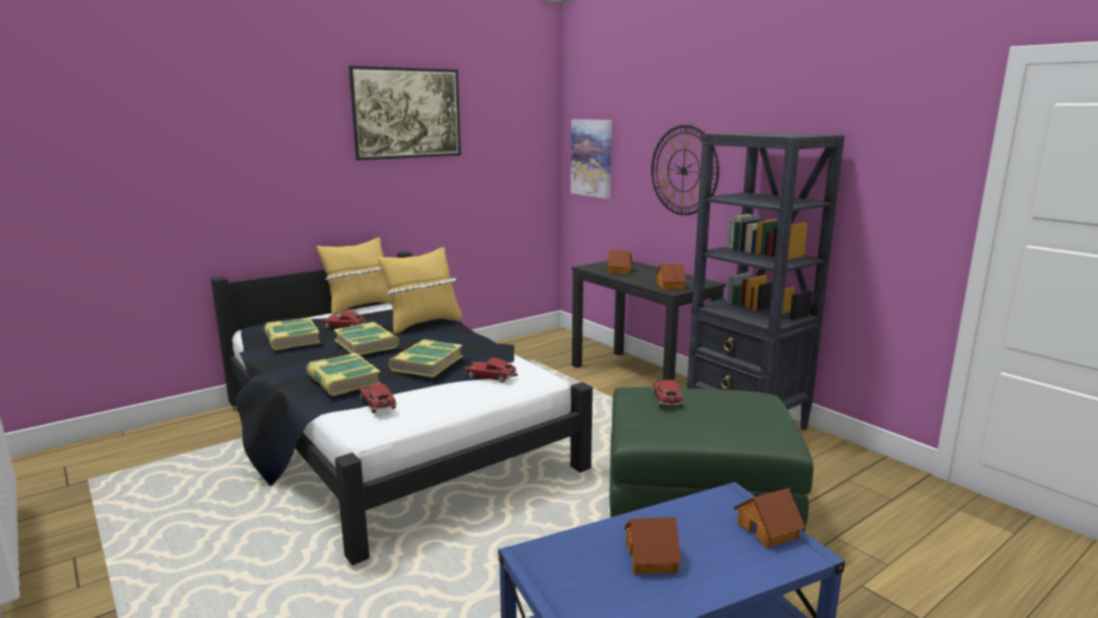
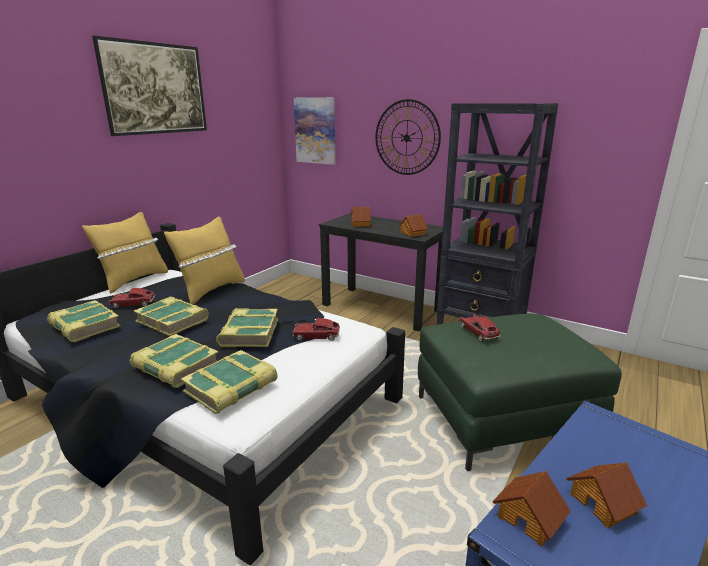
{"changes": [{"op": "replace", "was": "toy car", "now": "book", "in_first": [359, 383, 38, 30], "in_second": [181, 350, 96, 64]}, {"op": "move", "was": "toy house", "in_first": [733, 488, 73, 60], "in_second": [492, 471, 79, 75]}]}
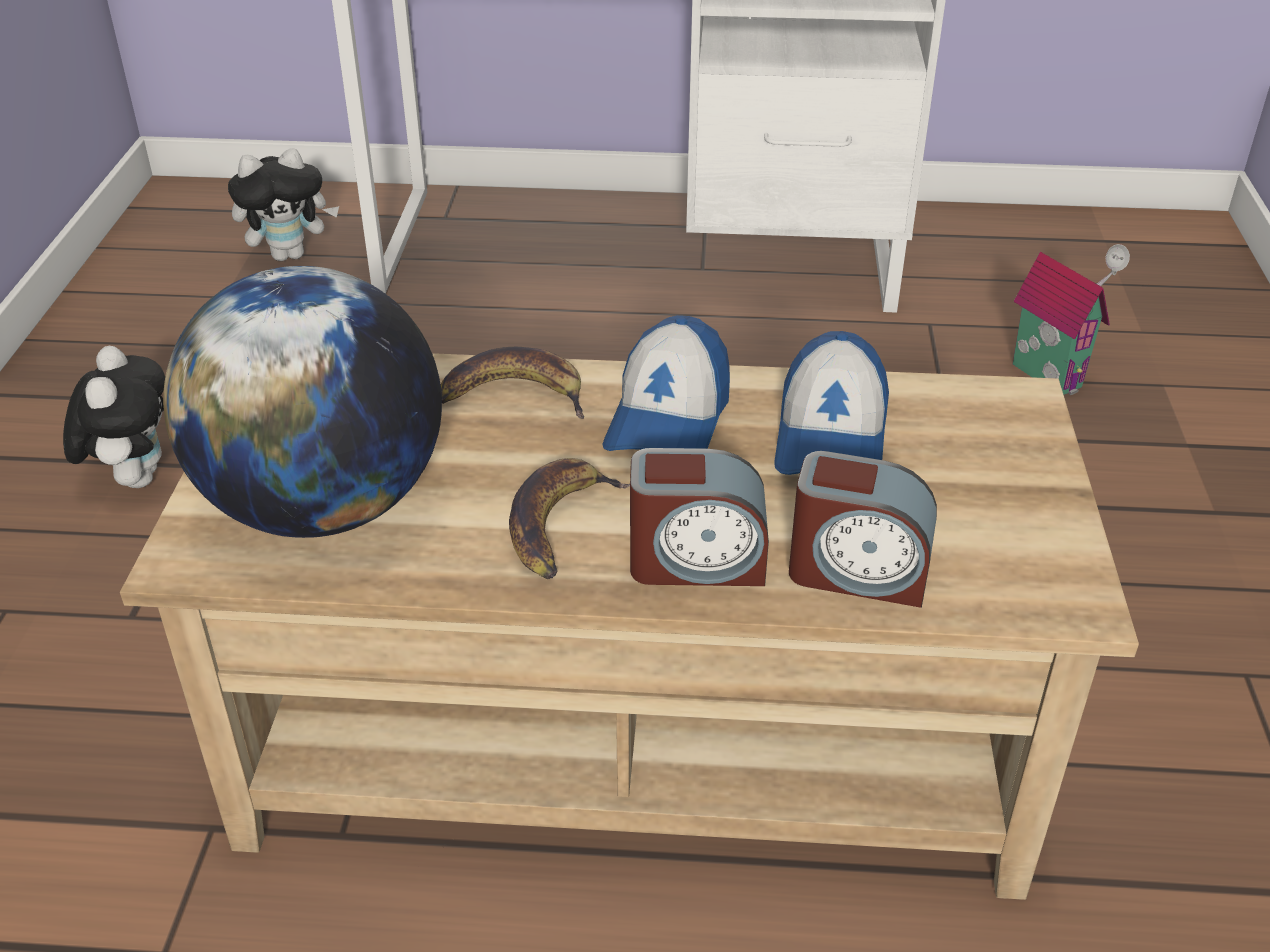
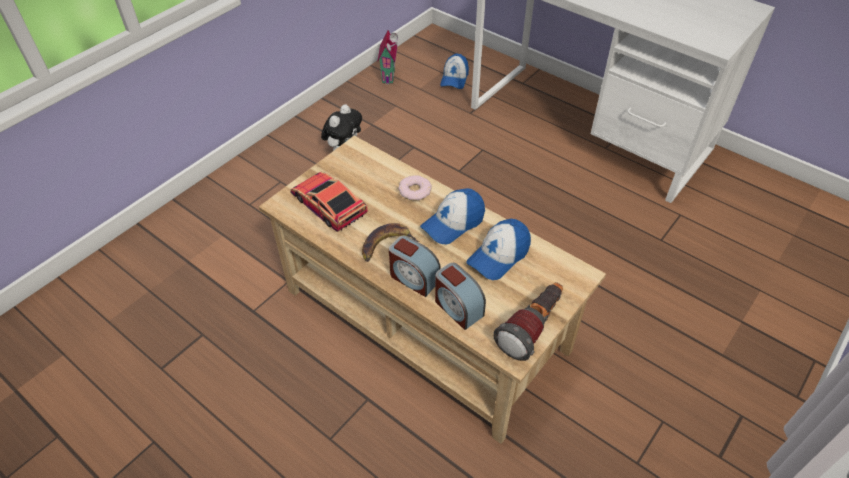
{"changes": [{"op": "replace", "was": "globe", "now": "toy car", "in_first": [163, 266, 279, 272], "in_second": [290, 172, 78, 60]}, {"op": "move", "was": "toy house", "in_first": [1013, 244, 117, 151], "in_second": [377, 30, 21, 54]}, {"op": "replace", "was": "banana", "now": "donut", "in_first": [441, 347, 143, 72], "in_second": [398, 175, 34, 26]}, {"op": "replace", "was": "plush toy", "now": "cap", "in_first": [228, 148, 111, 113], "in_second": [440, 54, 29, 35]}, {"op": "insert", "now": "flashlight", "in_second": [493, 282, 70, 79]}]}
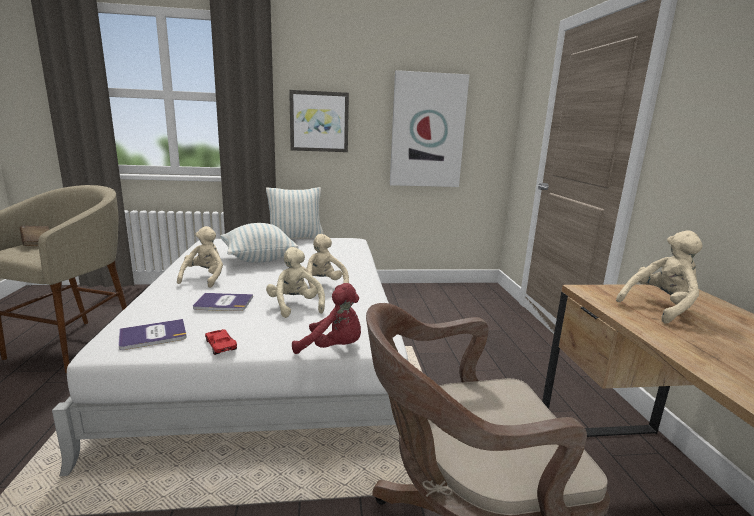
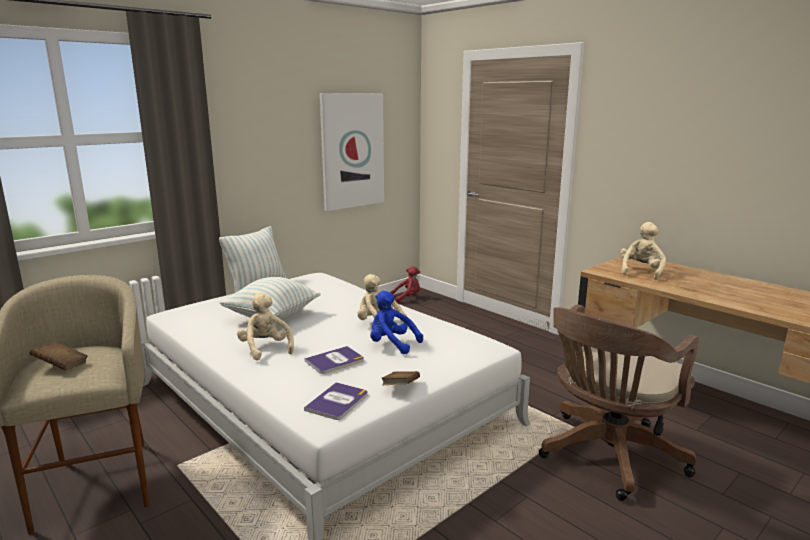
{"changes": [{"op": "recolor", "was": "beige plush toy", "now": "blue plush toy", "in_first": [266, 247, 59, 71], "in_second": [370, 291, 53, 63]}, {"op": "replace", "was": "red toy car", "now": "brown book", "in_first": [205, 329, 32, 26], "in_second": [381, 371, 39, 14]}, {"op": "move", "was": "red plush toy", "in_first": [292, 283, 69, 71], "in_second": [390, 266, 30, 37]}, {"op": "delete", "was": "picture", "in_first": [289, 90, 60, 62]}]}
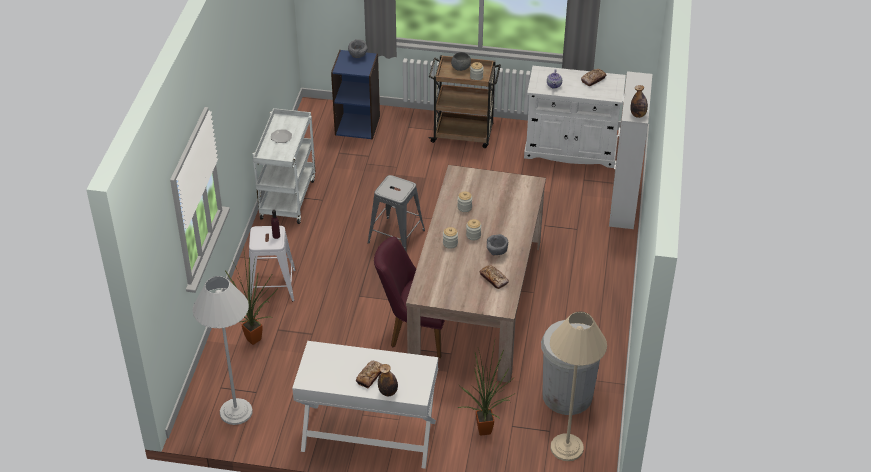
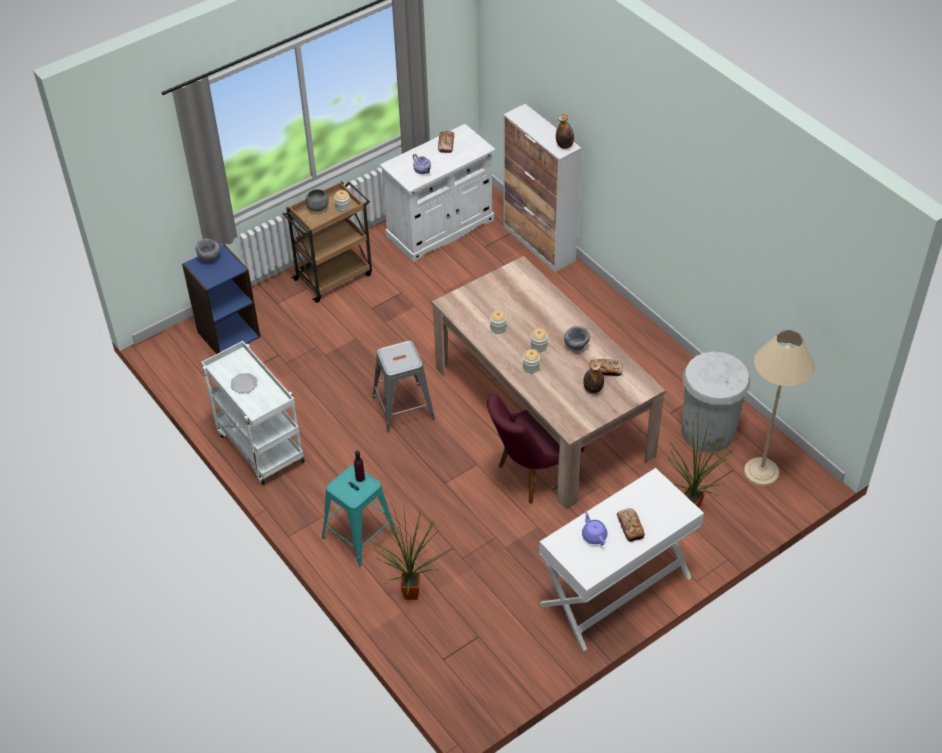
{"changes": [{"op": "recolor", "was": "white stool", "now": "turquoise stool", "in_first": [249, 226, 47, 75], "in_second": [322, 465, 75, 101]}, {"op": "insert", "now": "purple teapot", "in_second": [582, 511, 25, 34]}, {"op": "move", "was": "bottle", "in_first": [378, 364, 20, 32], "in_second": [583, 361, 21, 33]}, {"op": "delete", "was": "white floor lamp", "in_first": [192, 276, 61, 149]}]}
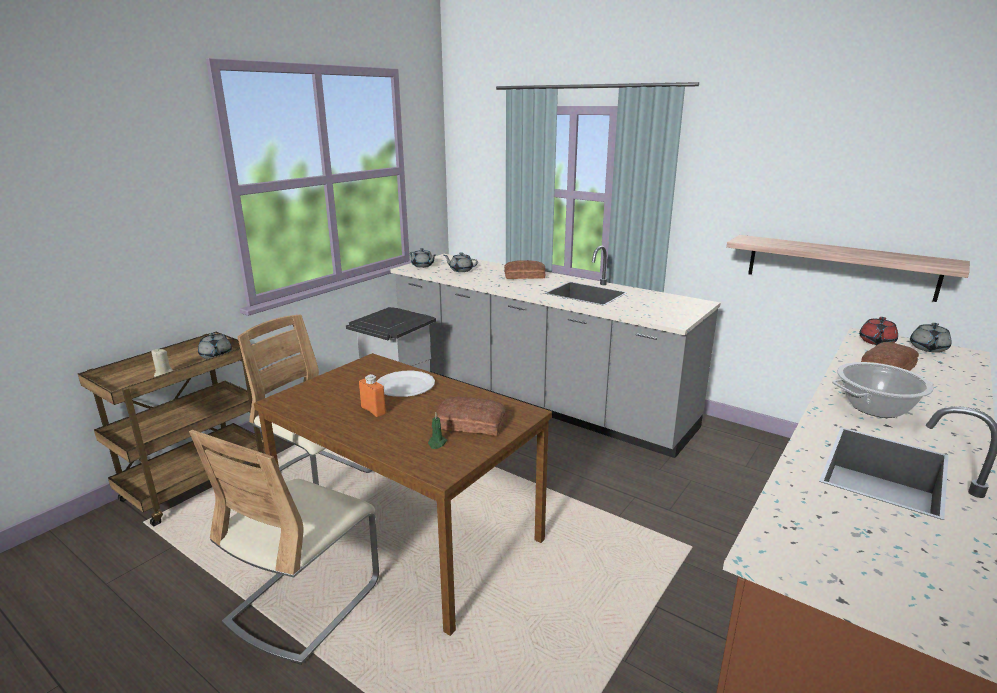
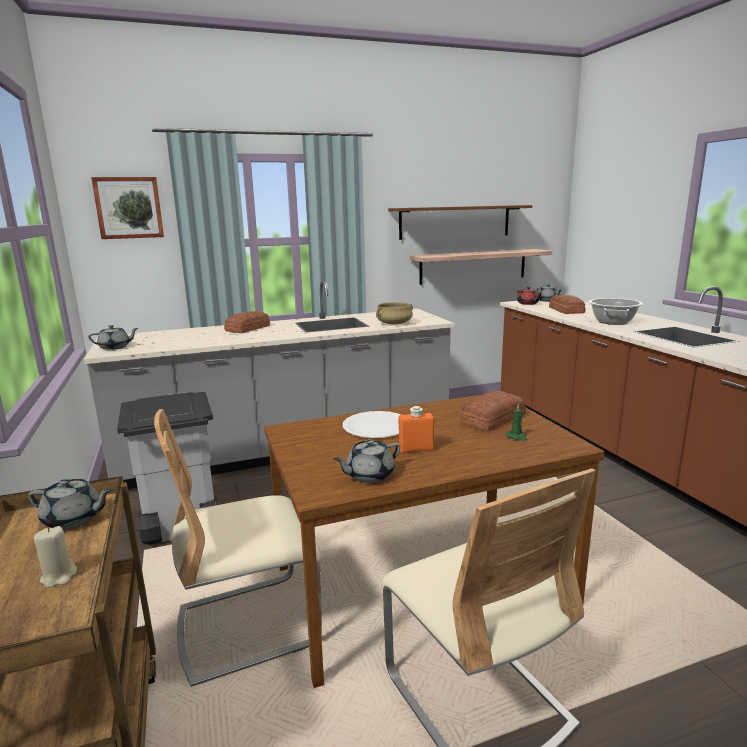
{"changes": [{"op": "insert", "now": "picture", "in_second": [91, 177, 73, 62]}, {"op": "move", "was": "grey teapot", "in_first": [444, 252, 34, 20], "in_second": [334, 439, 66, 44]}, {"op": "insert", "now": "beige cooking pot", "in_second": [376, 302, 37, 22]}, {"op": "insert", "now": "brown shelf", "in_second": [388, 205, 144, 35]}]}
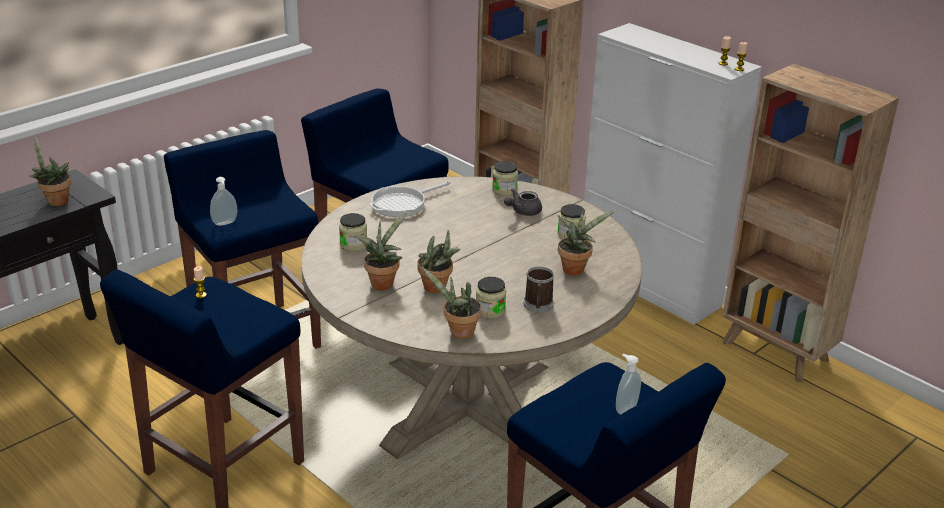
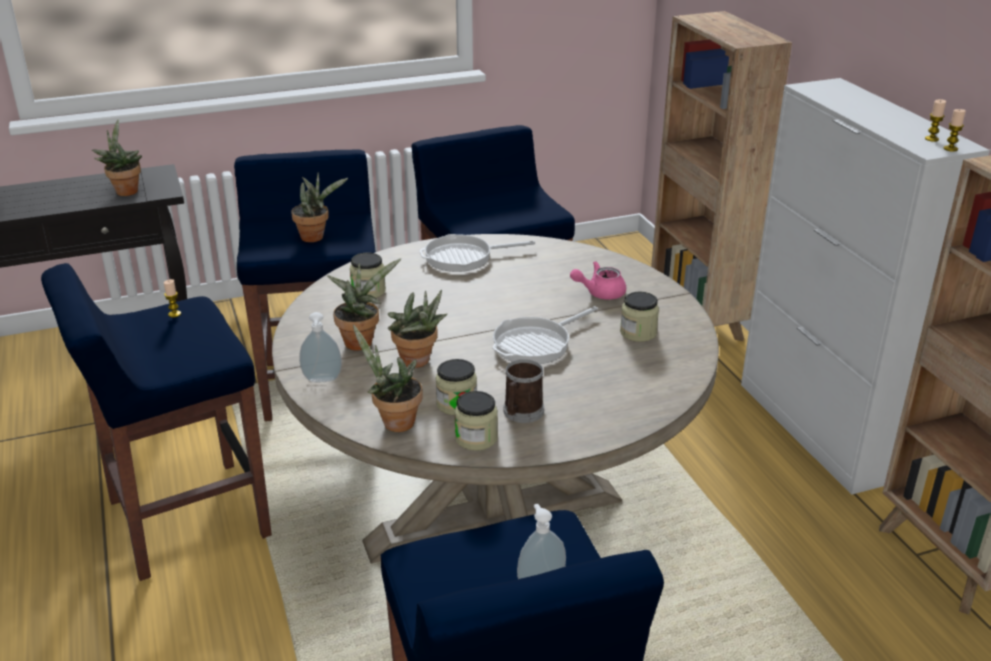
{"changes": [{"op": "move", "was": "potted plant", "in_first": [557, 209, 59, 66], "in_second": [291, 172, 57, 70]}, {"op": "move", "was": "soap dispenser", "in_first": [210, 177, 27, 49], "in_second": [299, 312, 43, 70]}, {"op": "move", "was": "jar", "in_first": [492, 161, 26, 35], "in_second": [454, 391, 44, 60]}, {"op": "insert", "now": "frying pan", "in_second": [492, 306, 106, 58]}, {"op": "recolor", "was": "grey teapot", "now": "pink teapot", "in_first": [504, 189, 38, 27], "in_second": [570, 261, 56, 39]}]}
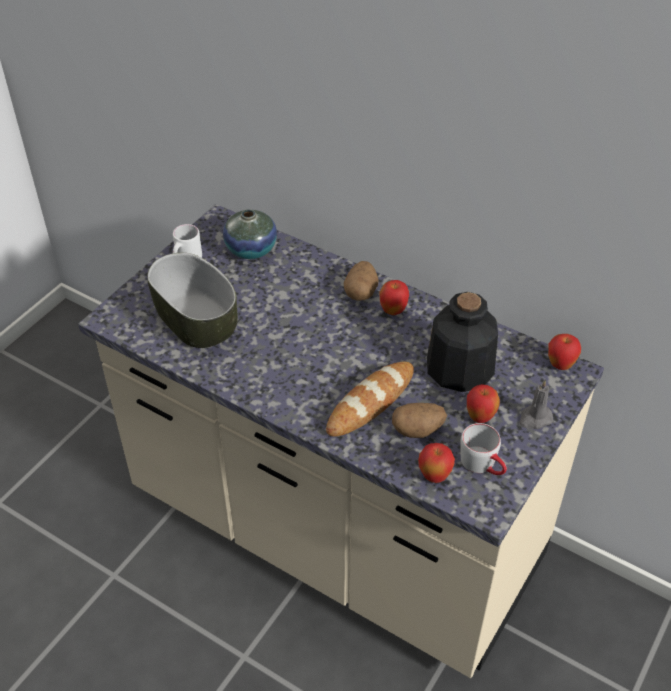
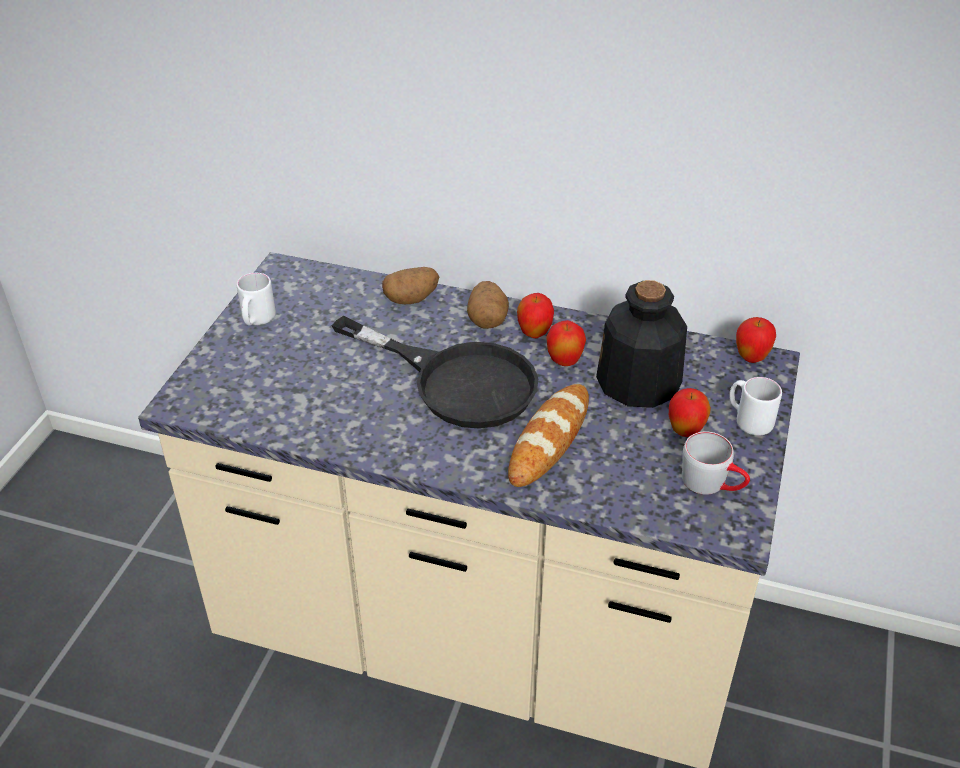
{"changes": [{"op": "insert", "now": "black frying pan", "in_second": [332, 316, 206, 113]}, {"op": "move", "was": "potato", "in_first": [392, 403, 55, 35], "in_second": [382, 267, 57, 37]}, {"op": "move", "was": "apple", "in_first": [418, 443, 37, 40], "in_second": [546, 320, 40, 46]}, {"op": "replace", "was": "grey candle", "now": "white mug", "in_first": [519, 380, 34, 49], "in_second": [729, 377, 53, 59]}, {"op": "delete", "was": "bowl", "in_first": [147, 253, 91, 95]}, {"op": "delete", "was": "vase", "in_first": [223, 209, 54, 50]}]}
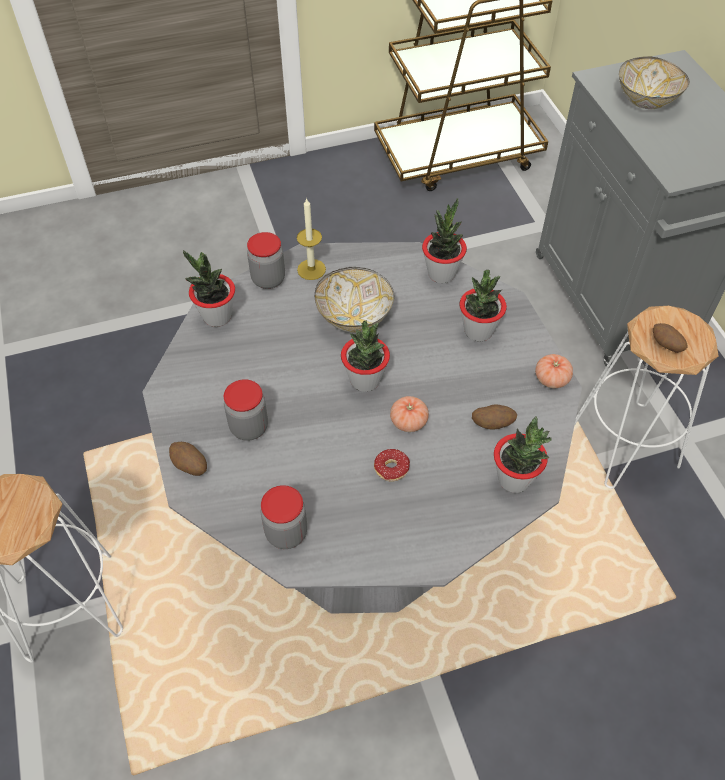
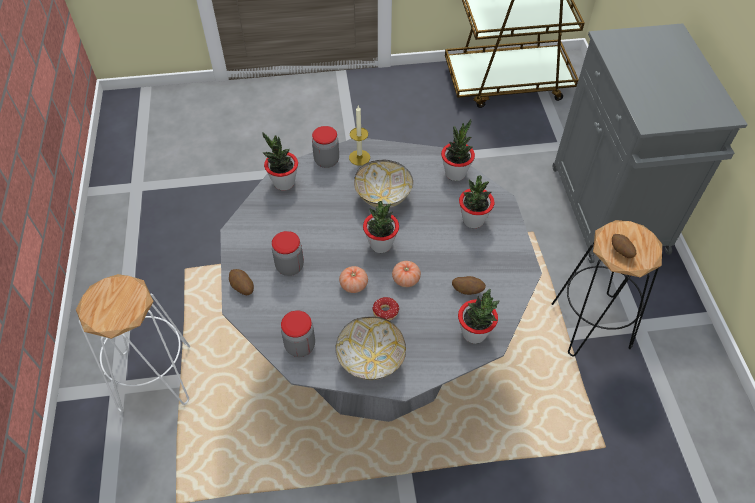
{"changes": [{"op": "move", "was": "bowl", "in_first": [619, 56, 71, 53], "in_second": [335, 316, 71, 64]}, {"op": "move", "was": "tomato", "in_first": [535, 354, 38, 34], "in_second": [339, 266, 29, 27]}, {"op": "recolor", "was": "white stool", "now": "black stool", "in_first": [574, 306, 145, 183], "in_second": [552, 220, 111, 137]}]}
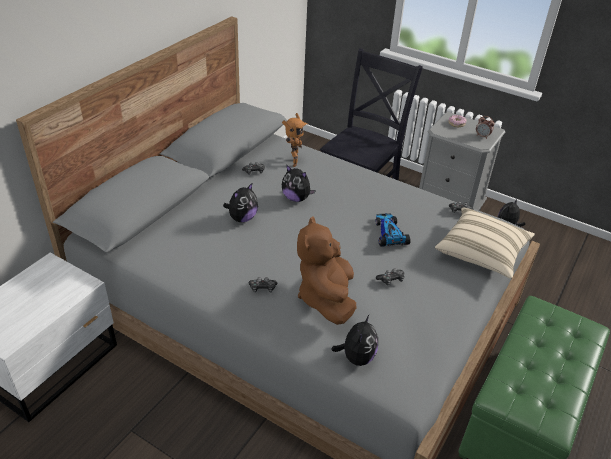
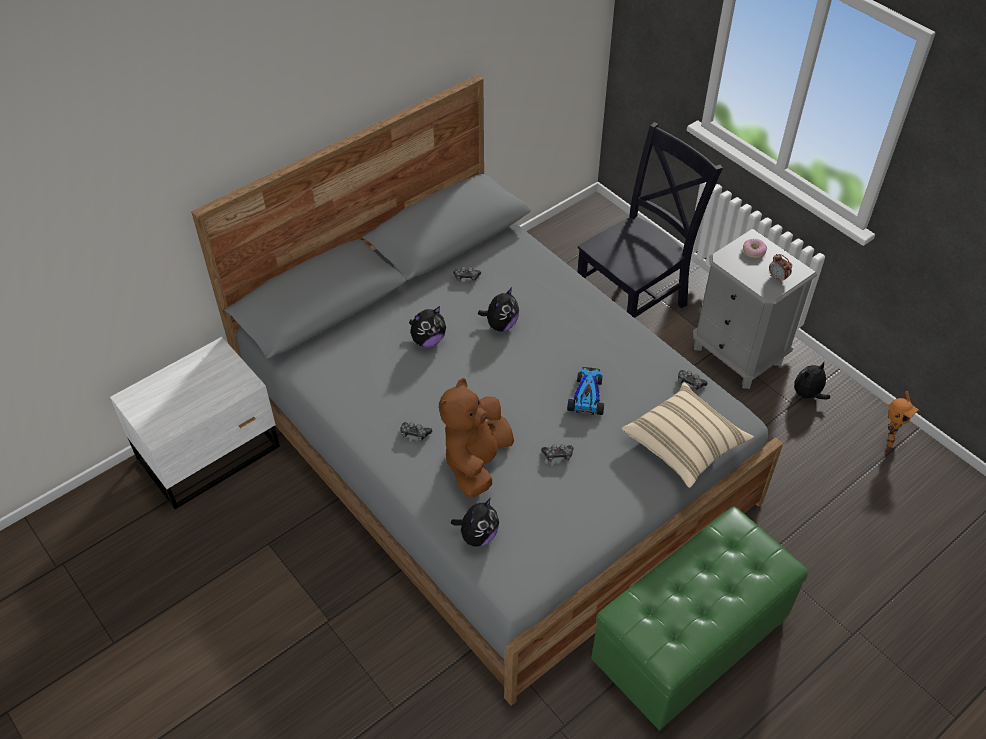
{"changes": [{"op": "rotate", "was": "plush toy", "in_first": [282, 164, 34, 38], "in_second": [478, 287, 41, 45], "clockwise": -105}, {"op": "move", "was": "toy robot", "in_first": [282, 113, 26, 54], "in_second": [886, 391, 33, 59]}]}
